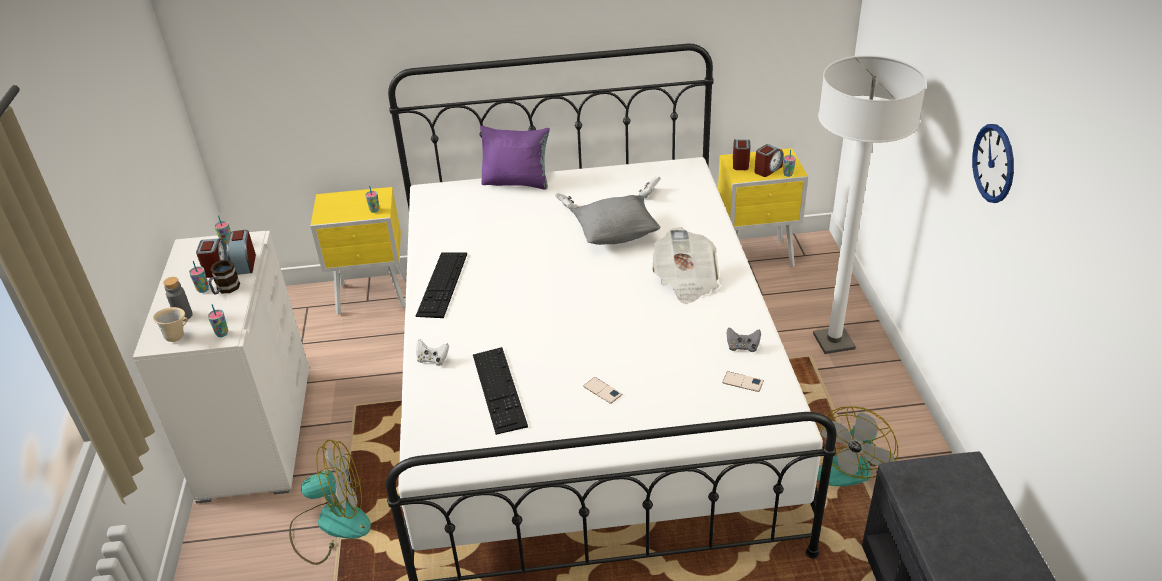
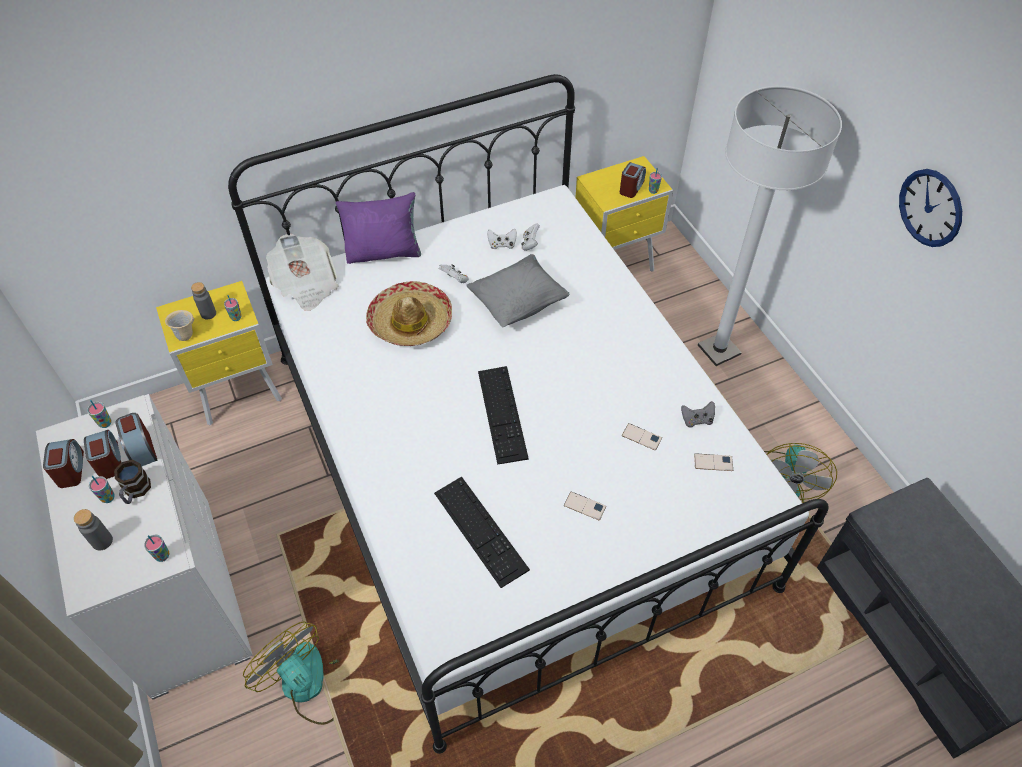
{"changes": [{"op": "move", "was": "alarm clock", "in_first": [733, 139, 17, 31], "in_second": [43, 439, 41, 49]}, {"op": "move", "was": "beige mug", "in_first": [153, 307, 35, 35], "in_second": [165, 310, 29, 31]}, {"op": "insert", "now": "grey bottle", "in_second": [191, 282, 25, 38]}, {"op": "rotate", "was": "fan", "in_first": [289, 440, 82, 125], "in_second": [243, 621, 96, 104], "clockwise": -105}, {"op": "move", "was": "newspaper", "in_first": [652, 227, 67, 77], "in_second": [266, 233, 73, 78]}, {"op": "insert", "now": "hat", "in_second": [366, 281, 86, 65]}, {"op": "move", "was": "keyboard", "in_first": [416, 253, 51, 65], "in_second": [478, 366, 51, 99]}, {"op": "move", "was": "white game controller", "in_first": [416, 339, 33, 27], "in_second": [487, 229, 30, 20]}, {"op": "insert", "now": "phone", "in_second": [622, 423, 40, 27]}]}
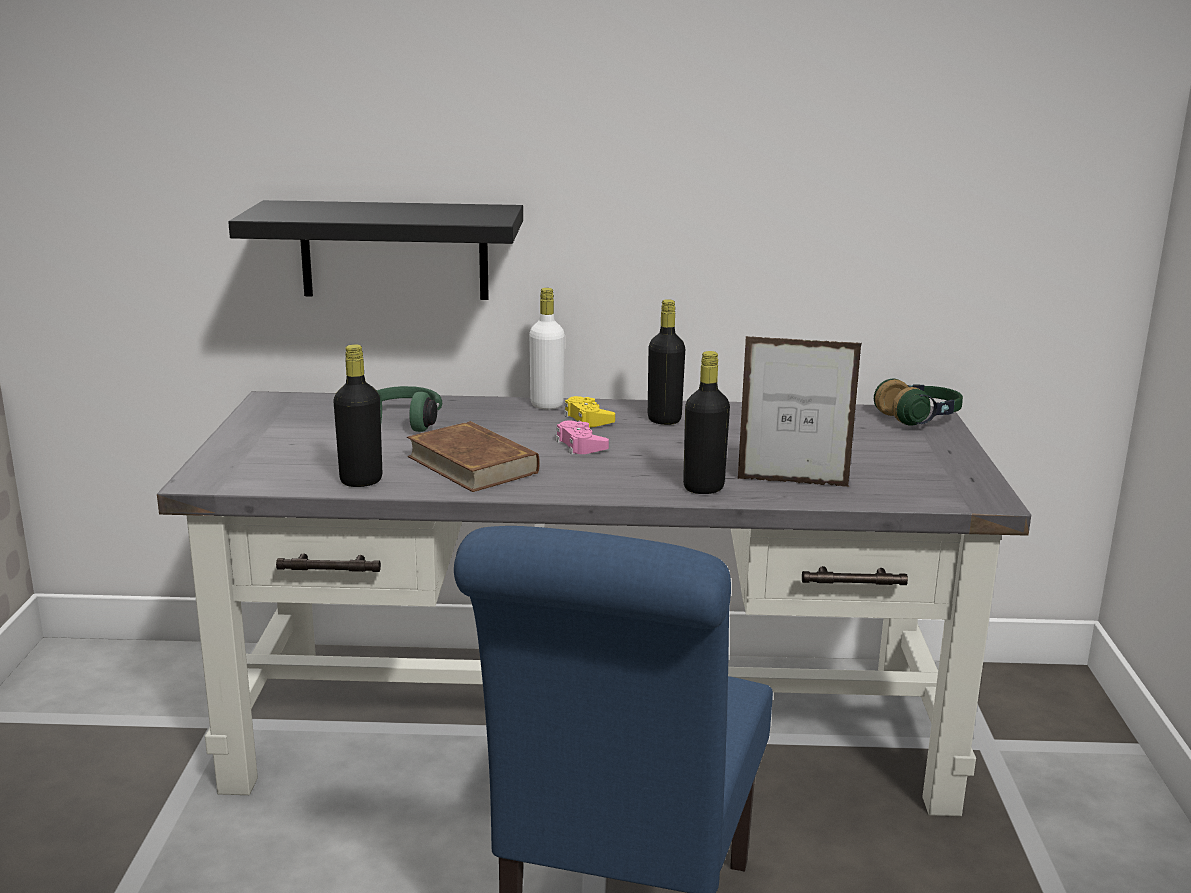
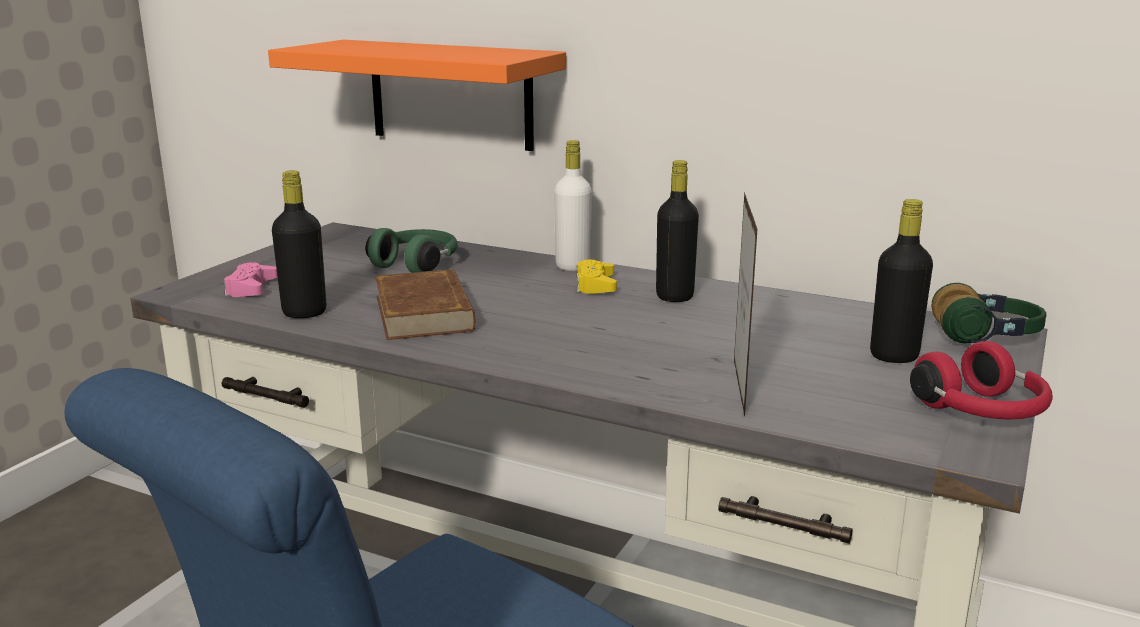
{"changes": [{"op": "move", "was": "pink game controller", "in_first": [556, 420, 53, 34], "in_second": [224, 262, 53, 35]}, {"op": "recolor", "was": "black shelf", "now": "orange shelf", "in_first": [228, 200, 295, 100], "in_second": [268, 40, 298, 111]}, {"op": "rotate", "was": "picture frame", "in_first": [738, 336, 124, 151], "in_second": [734, 192, 23, 224], "clockwise": -120}, {"op": "move", "was": "black bottle", "in_first": [683, 351, 47, 143], "in_second": [870, 199, 63, 164]}, {"op": "insert", "now": "red headphones", "in_second": [910, 341, 143, 78]}]}
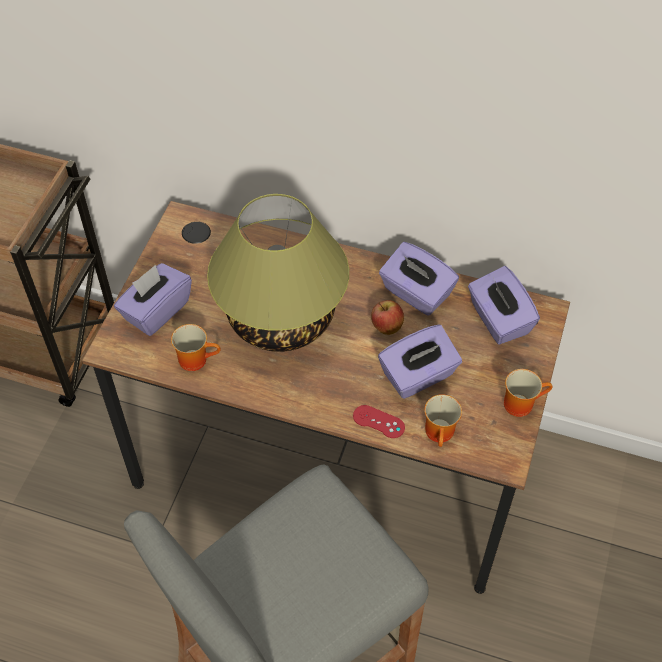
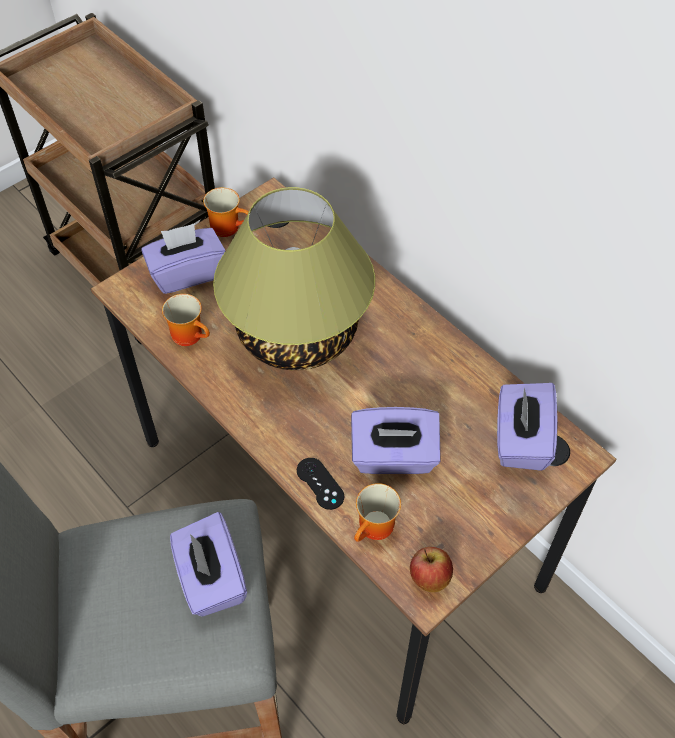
{"changes": [{"op": "move", "was": "purple tissue box", "in_first": [379, 242, 80, 73], "in_second": [170, 512, 77, 105]}, {"op": "move", "was": "mug", "in_first": [504, 369, 48, 48], "in_second": [203, 187, 46, 50]}, {"op": "recolor", "was": "red game controller", "now": "black game controller", "in_first": [353, 405, 52, 33], "in_second": [297, 458, 47, 52]}, {"op": "move", "was": "apple", "in_first": [371, 300, 33, 35], "in_second": [410, 547, 43, 45]}]}
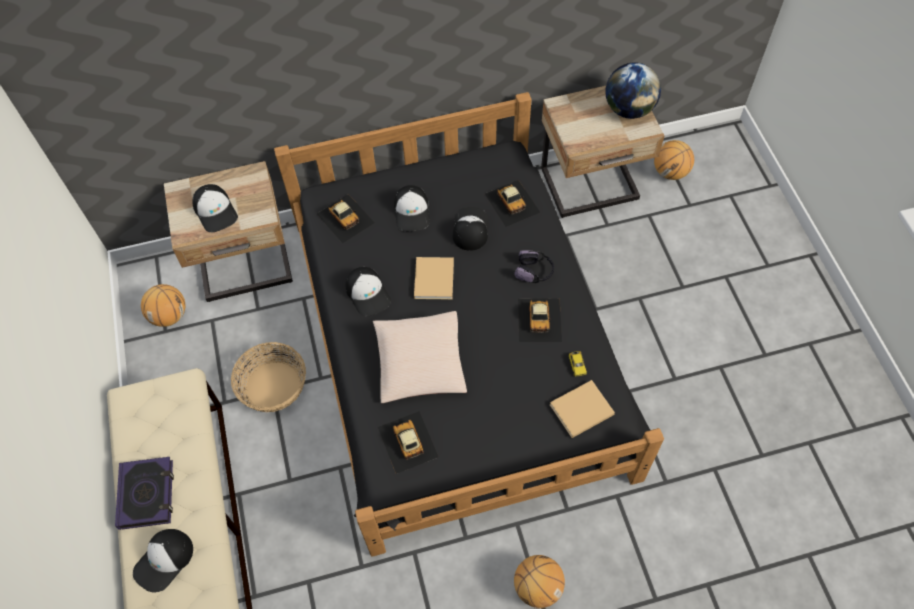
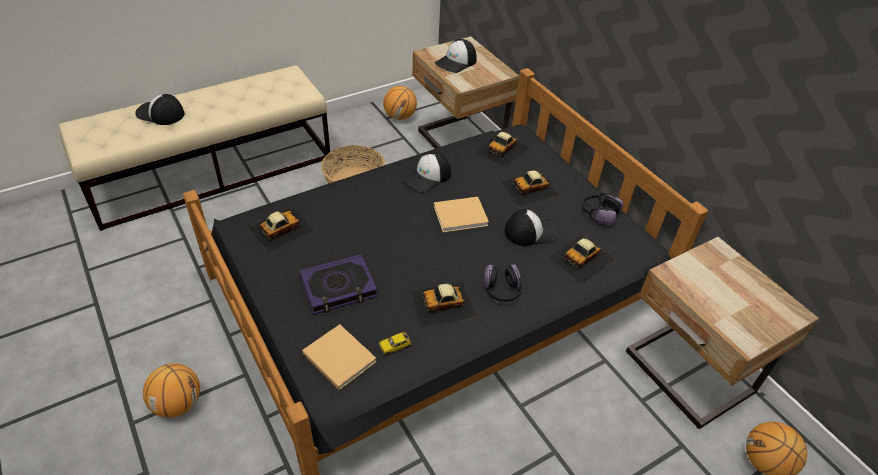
{"changes": [{"op": "move", "was": "book", "in_first": [115, 457, 59, 73], "in_second": [299, 254, 79, 61]}, {"op": "replace", "was": "cap", "now": "toy car", "in_first": [394, 185, 36, 46], "in_second": [501, 170, 59, 36]}, {"op": "insert", "now": "headphones", "in_second": [582, 193, 41, 33]}, {"op": "delete", "was": "beige pillow", "in_first": [373, 311, 94, 92]}, {"op": "delete", "was": "globe", "in_first": [605, 63, 56, 56]}]}
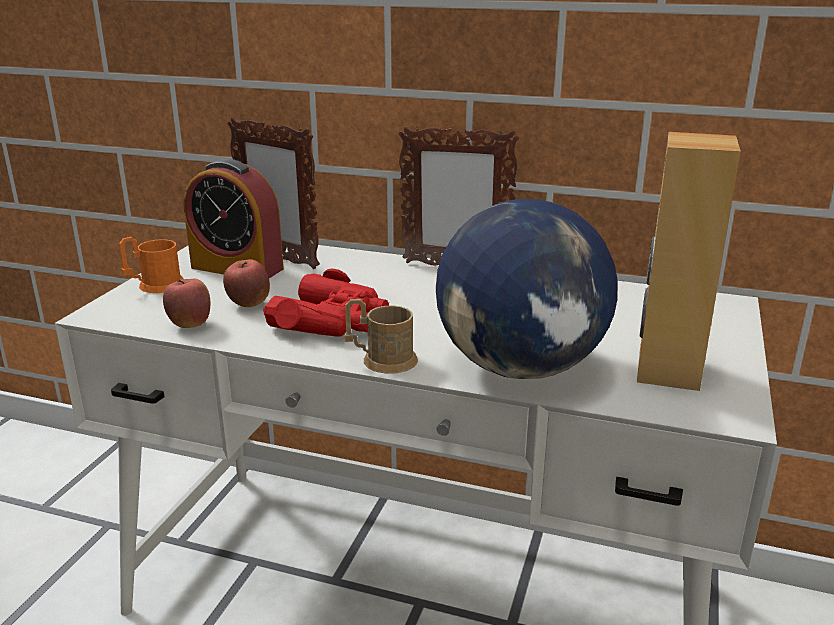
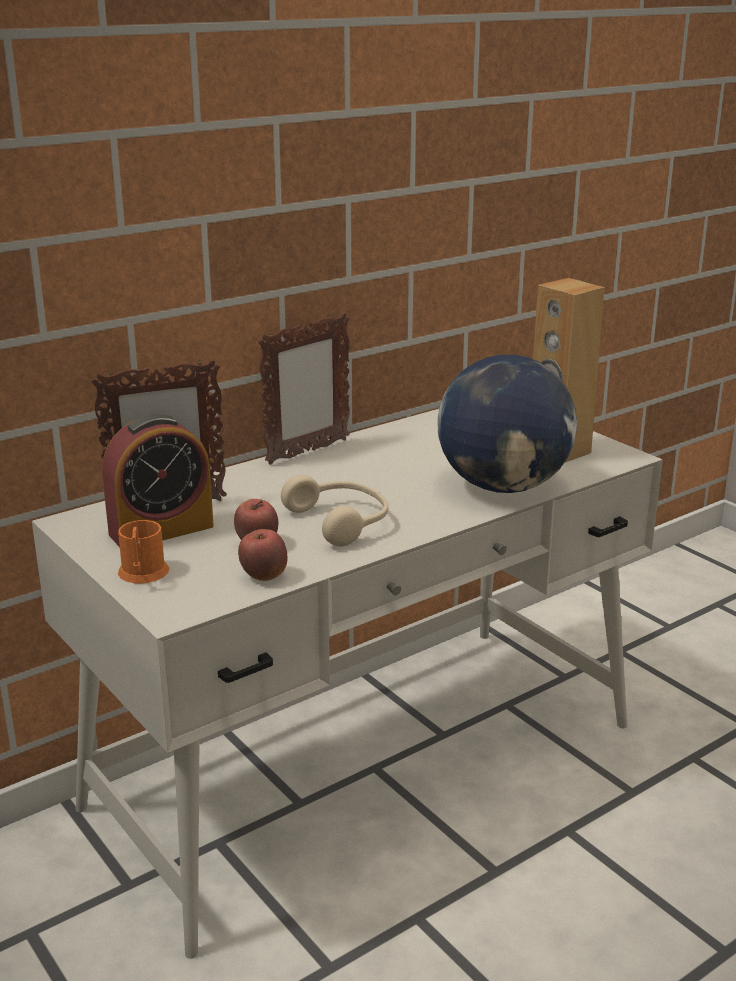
{"changes": [{"op": "replace", "was": "red binoculars", "now": "beige headphones", "in_first": [263, 269, 126, 68], "in_second": [281, 475, 107, 71]}, {"op": "delete", "was": "brown mug", "in_first": [345, 299, 73, 75]}]}
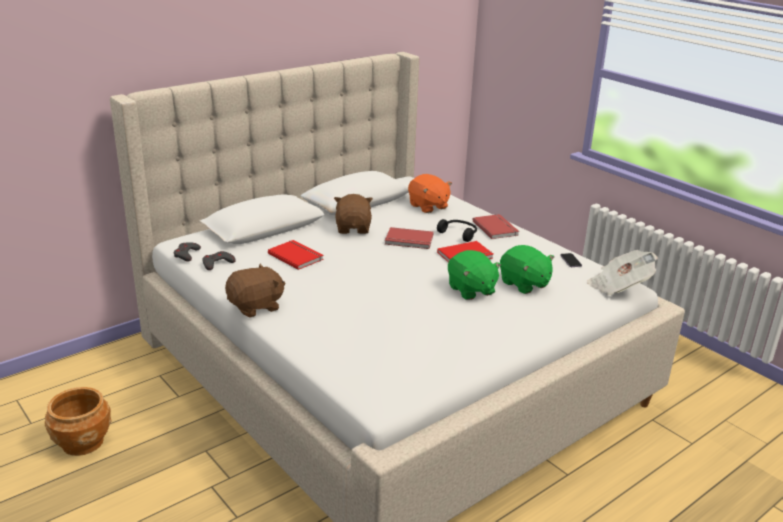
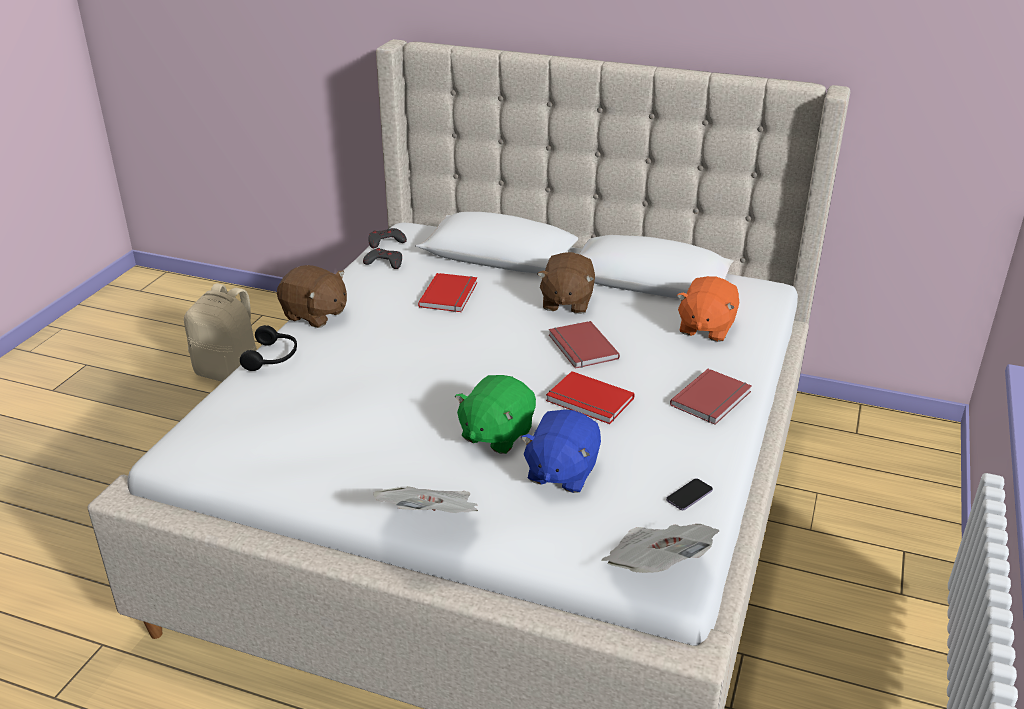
{"changes": [{"op": "replace", "was": "brown planter", "now": "beige backpack", "in_first": [45, 387, 67, 69], "in_second": [184, 283, 73, 99]}, {"op": "move", "was": "black headphones", "in_first": [437, 219, 40, 23], "in_second": [240, 325, 57, 46]}, {"op": "insert", "now": "newspaper", "in_second": [373, 486, 106, 27]}, {"op": "recolor", "was": "green plush toy", "now": "blue plush toy", "in_first": [500, 245, 54, 49], "in_second": [521, 409, 80, 84]}, {"op": "rotate", "was": "brown plush toy", "in_first": [334, 194, 39, 40], "in_second": [537, 252, 58, 62], "clockwise": 135}]}
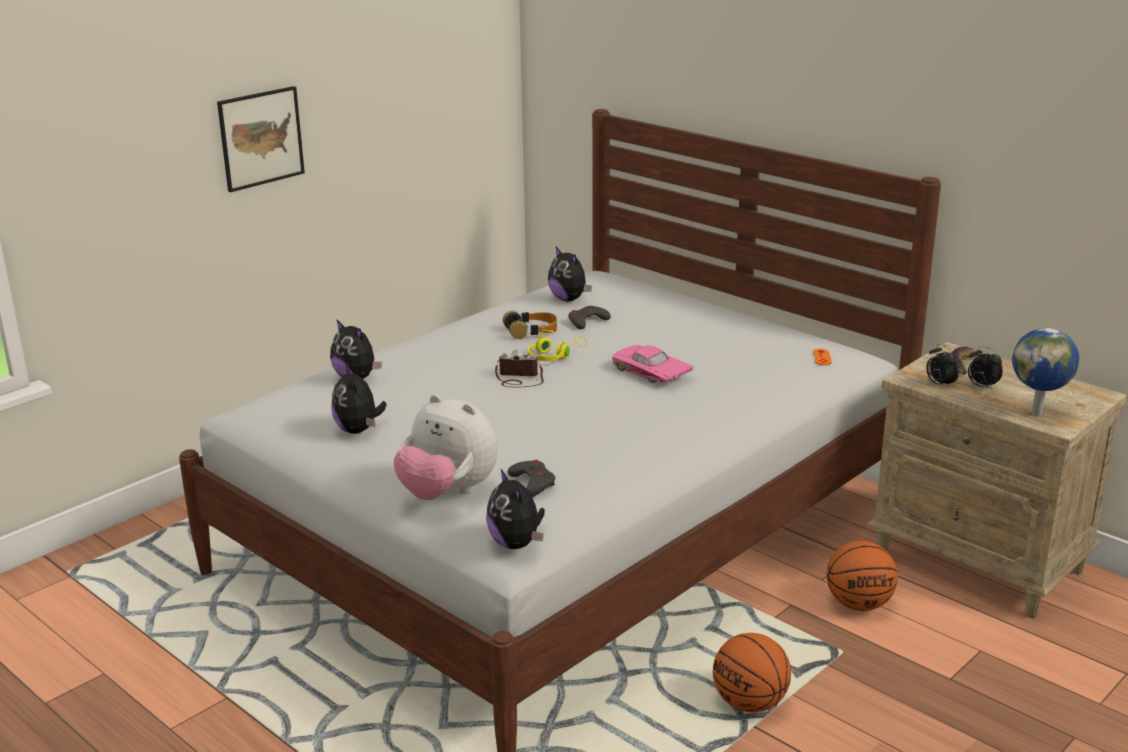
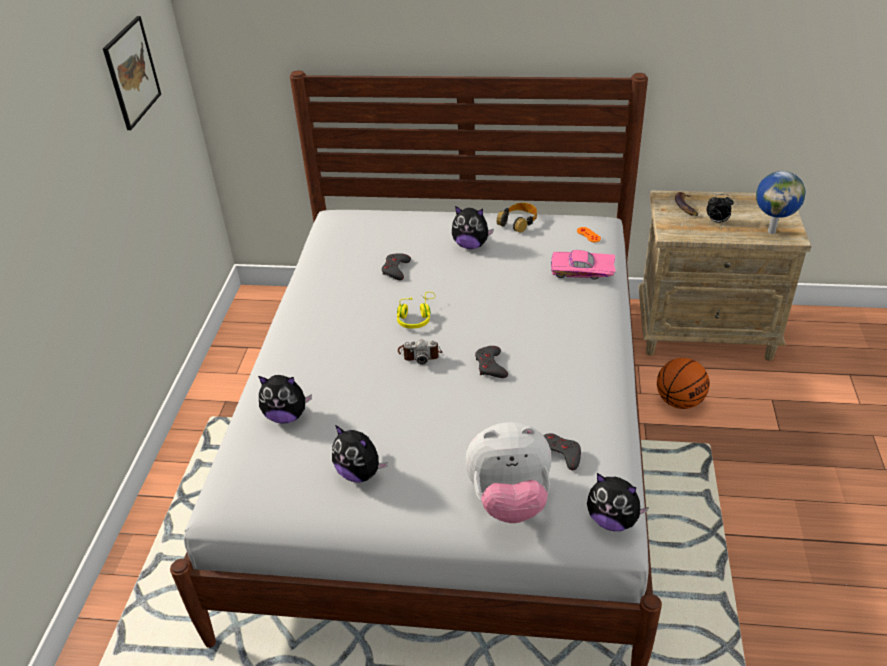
{"changes": [{"op": "move", "was": "picture", "in_first": [217, 86, 88, 106], "in_second": [103, 16, 58, 114]}, {"op": "rotate", "was": "photo camera", "in_first": [495, 349, 49, 38], "in_second": [398, 340, 44, 25], "clockwise": -150}, {"op": "move", "was": "plush toy", "in_first": [548, 247, 44, 54], "in_second": [452, 206, 42, 43]}, {"op": "insert", "now": "grey game controller", "in_second": [475, 346, 33, 32]}, {"op": "move", "was": "headphones", "in_first": [502, 310, 55, 29], "in_second": [497, 202, 40, 31]}, {"op": "move", "was": "pink toy car", "in_first": [612, 345, 82, 38], "in_second": [551, 250, 65, 30]}, {"op": "delete", "was": "basketball", "in_first": [713, 633, 78, 79]}, {"op": "delete", "was": "alarm clock", "in_first": [926, 344, 33, 44]}]}
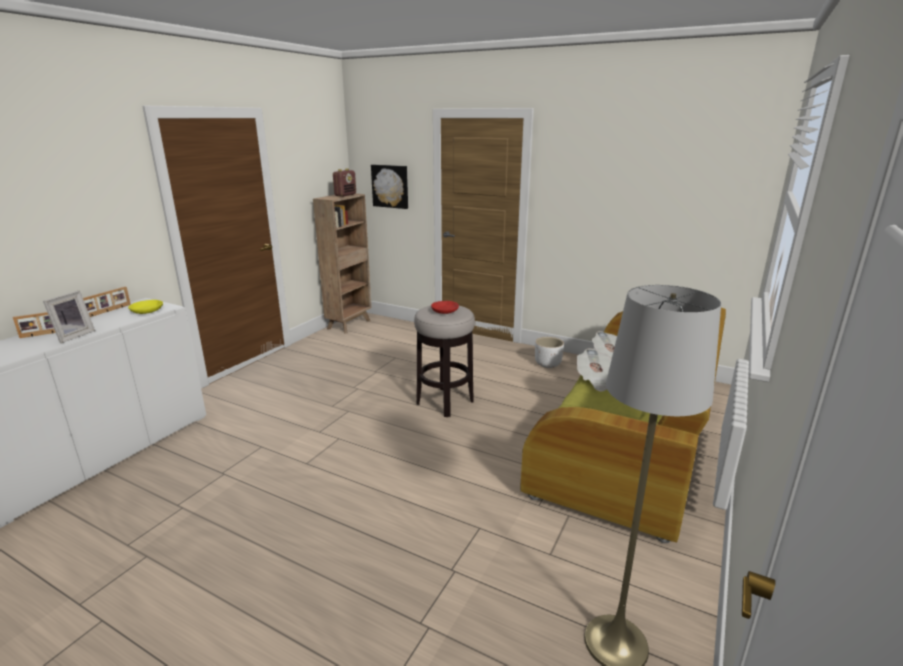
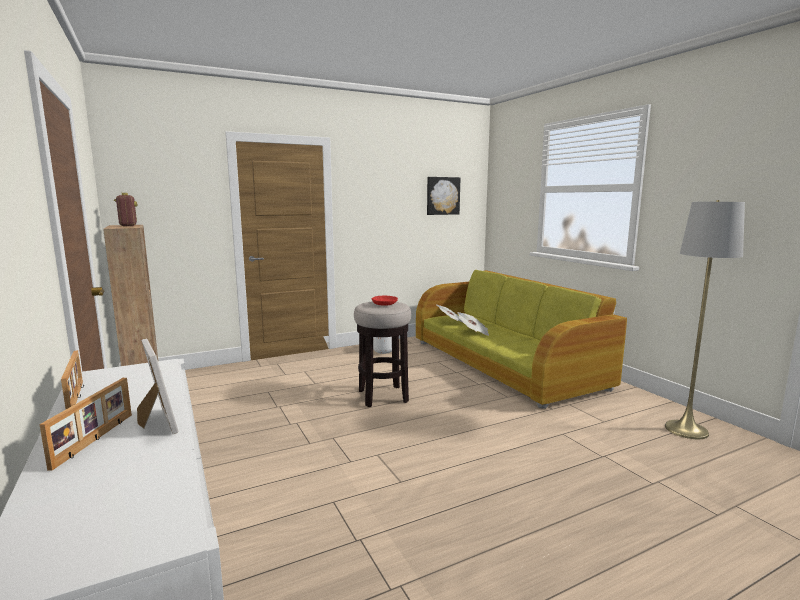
{"changes": [{"op": "move", "was": "picture", "in_first": [371, 165, 37, 44], "in_second": [427, 177, 33, 38]}, {"op": "delete", "was": "yellow bowl", "in_first": [128, 300, 35, 14]}]}
